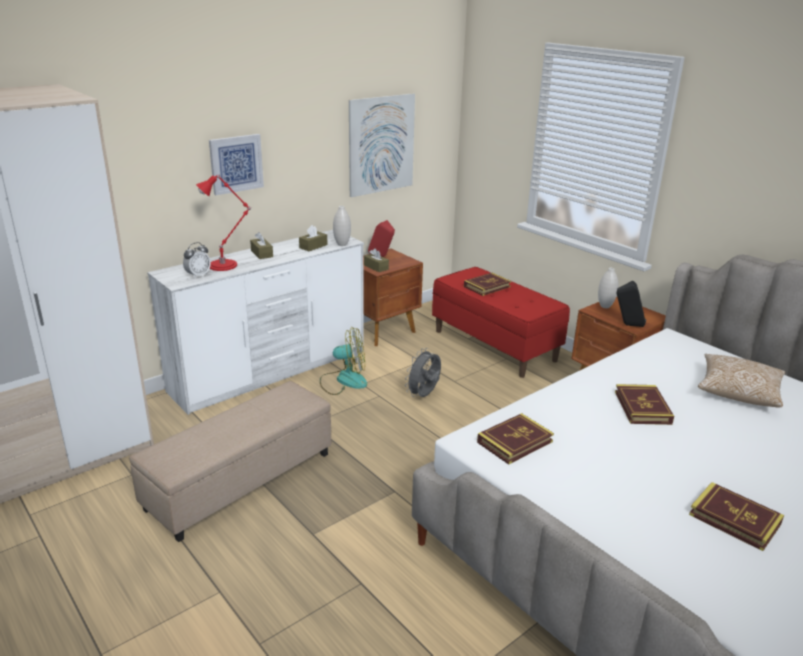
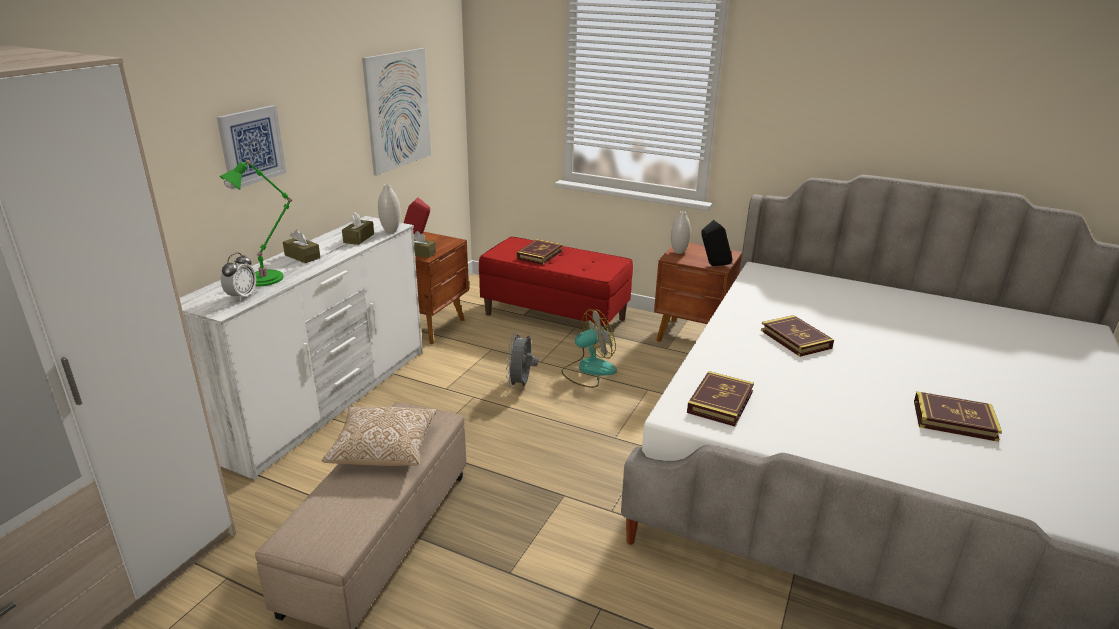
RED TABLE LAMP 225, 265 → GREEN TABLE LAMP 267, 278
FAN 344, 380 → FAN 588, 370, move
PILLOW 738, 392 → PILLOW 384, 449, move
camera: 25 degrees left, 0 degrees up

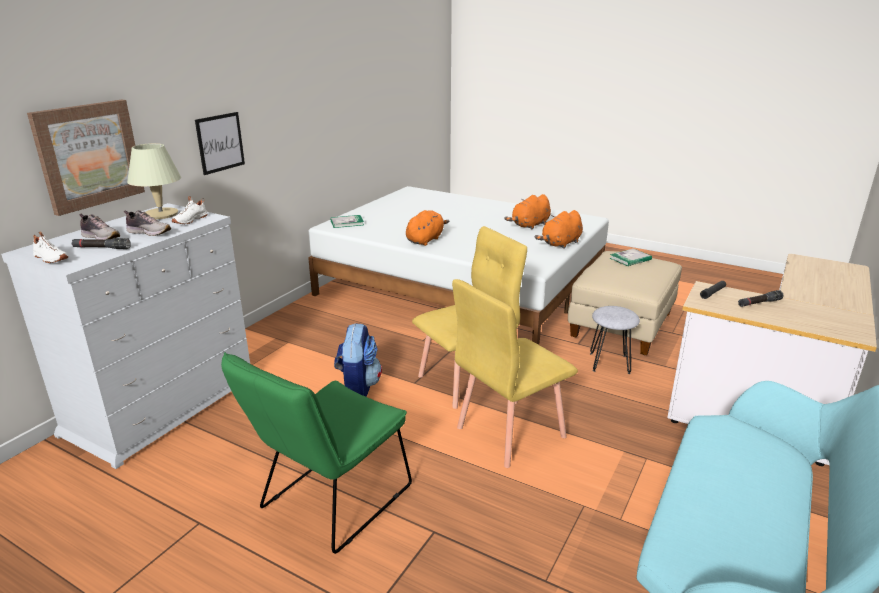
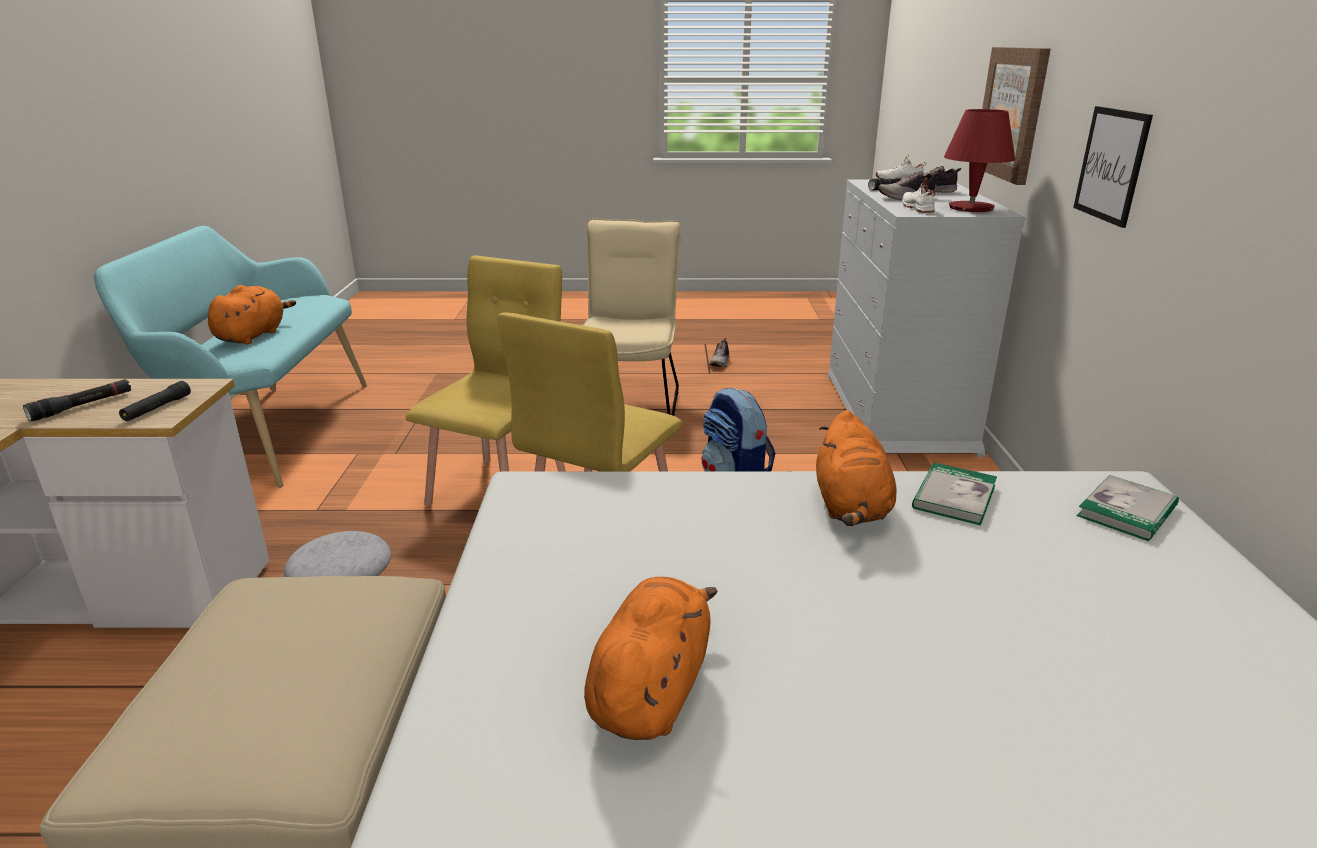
BEIGE TABLE LAMP 161, 214 → RED TABLE LAMP 971, 208
ORANGE PLUSH TOY 560, 244 → ORANGE PLUSH TOY 253, 335, move
BOOK 630, 259 → BOOK 954, 496, move
GREEN CHAIR 329, 502 → BEIGE CHAIR 630, 401
- → SHOE 720, 362
camera: 150 degrees right, 0 degrees up

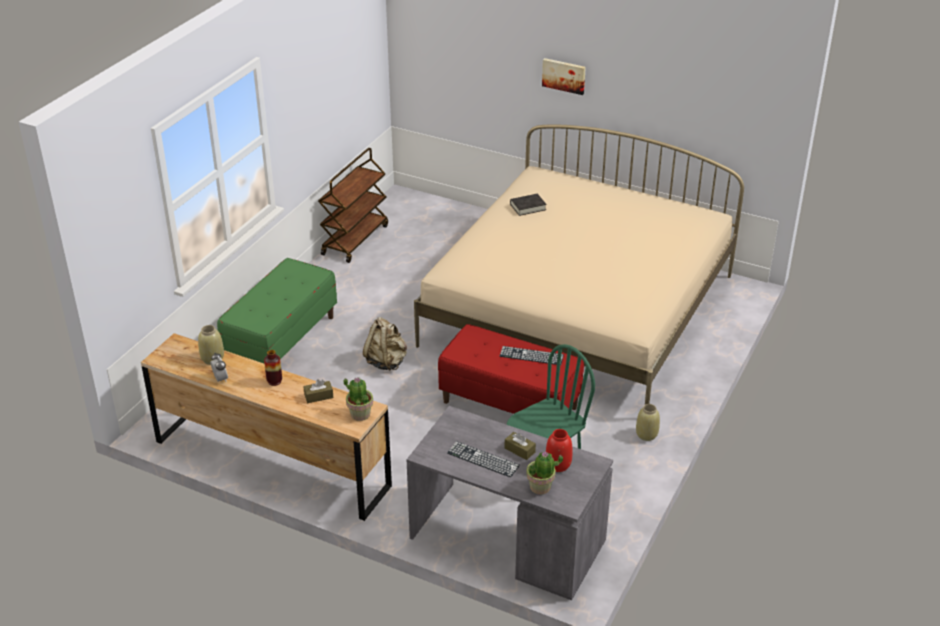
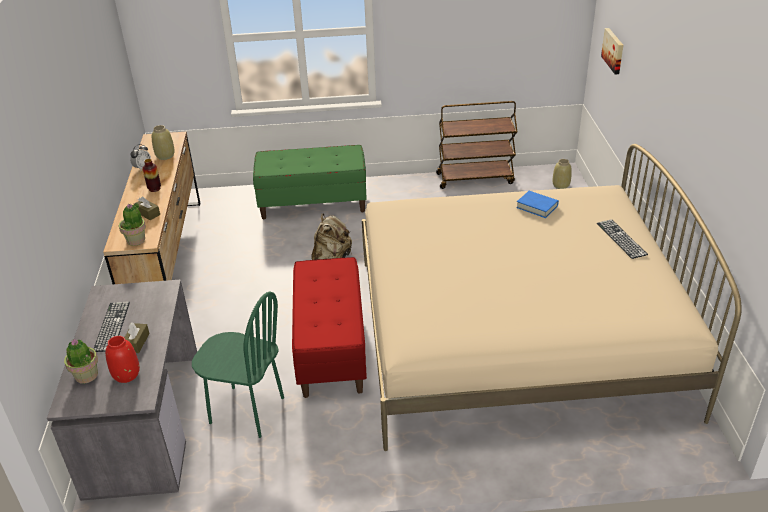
PICTURE 564, 75 → PICTURE 614, 50, move
BLACK BOOK 528, 207 → BLUE BOOK 537, 207
KEYBOARD 531, 356 → KEYBOARD 621, 239, move
BEIGE VASE 647, 435 → BEIGE VASE 561, 185, move
camera: 60 degrees right, 0 degrees up

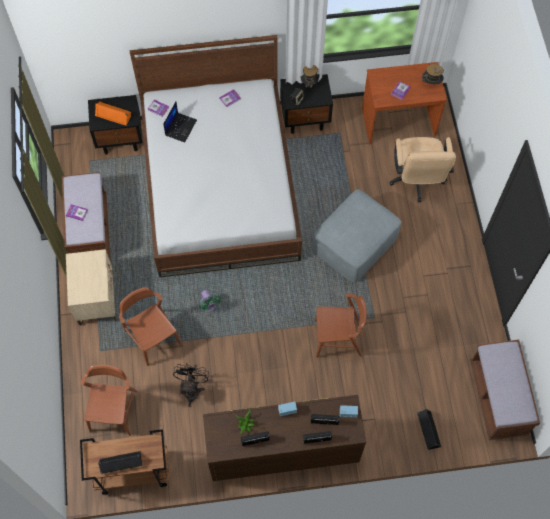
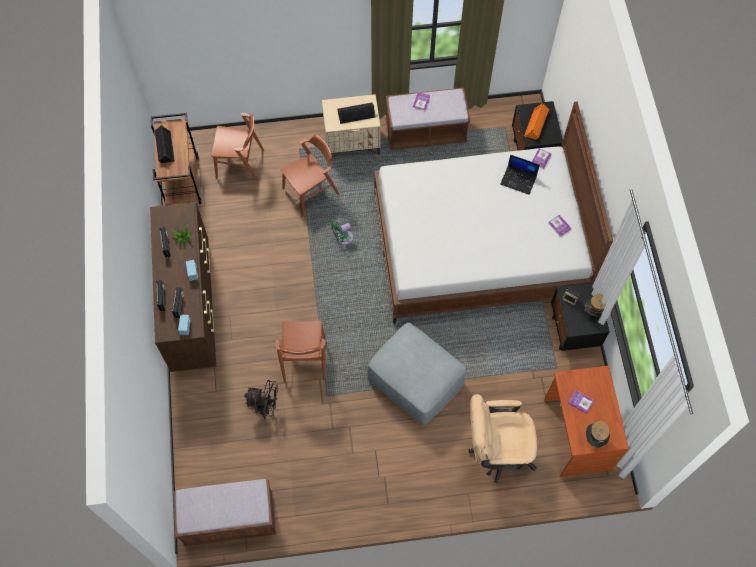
BLACK FAN 192, 389 → BLACK FAN 265, 407, move
BLACK SPEAKER 428, 430 → BLACK SPEAKER 356, 114, move
camera: 90 degrees right, 0 degrees up

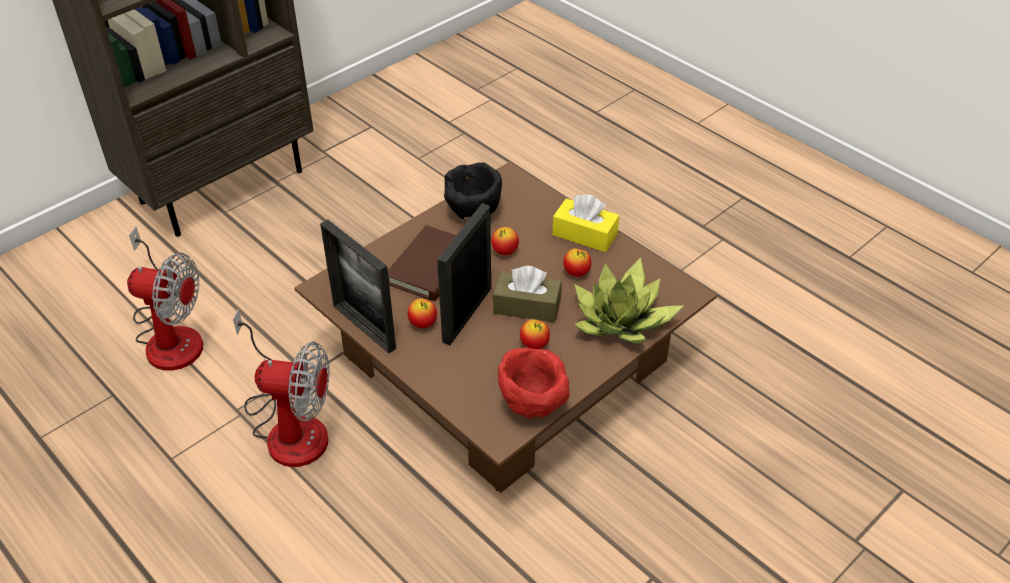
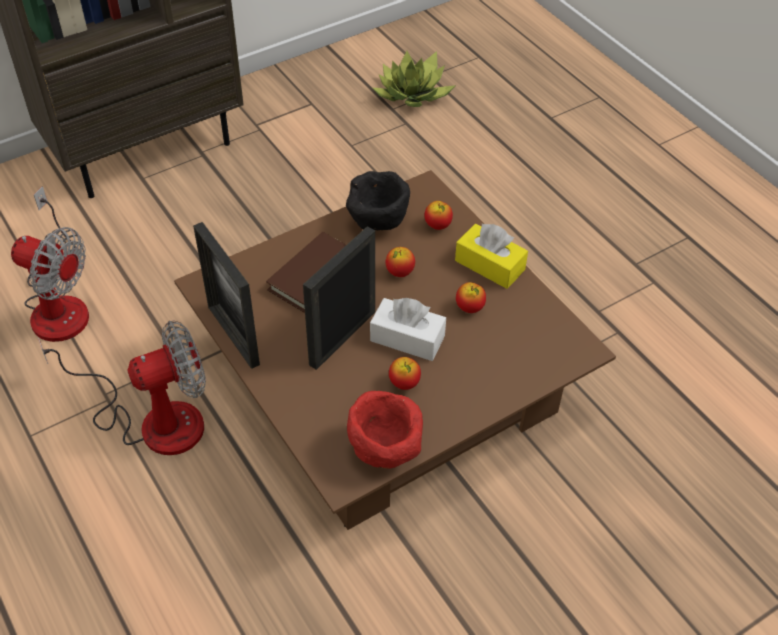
POTTED PLANT 622, 320 → POTTED PLANT 413, 94, move
BROWN TISSUE BOX 527, 306 → WHITE TISSUE BOX 407, 338
APPLE 423, 324 → APPLE 438, 226, move
FAN 289, 425 → FAN 153, 420, 45 degrees counterclockwise
camera: 10 degrees right, 5 degrees up

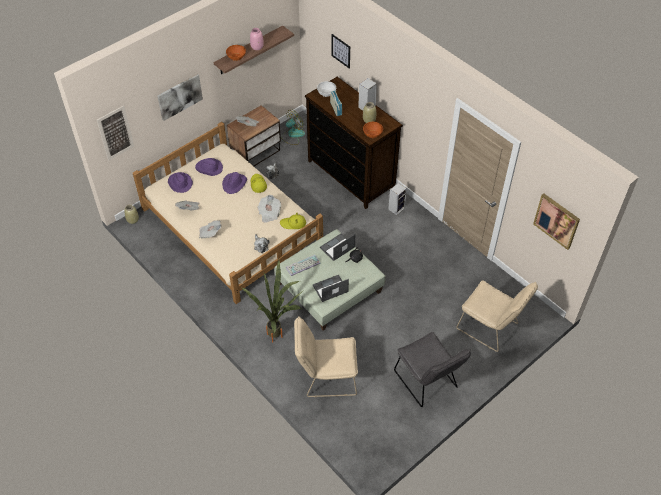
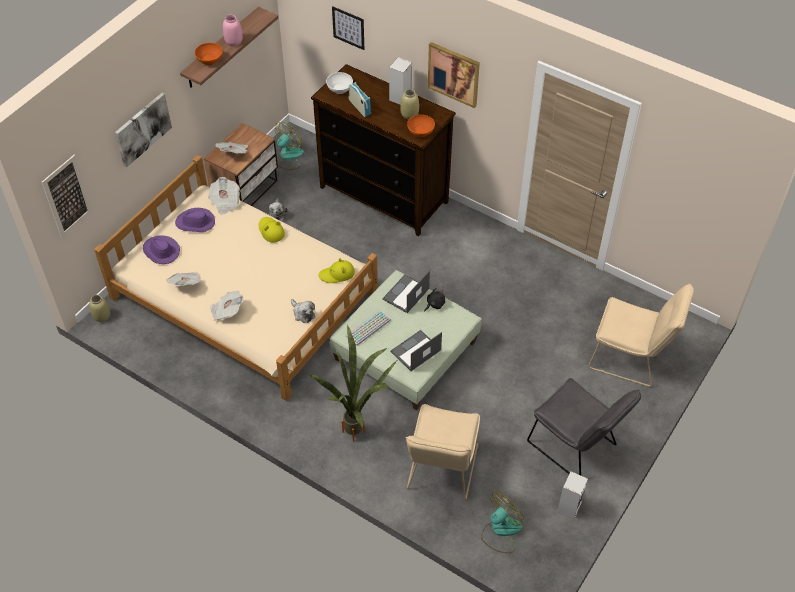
PURPLE HAT 234, 184 → -
SPEAKER 396, 208 → SPEAKER 569, 505, move
PICTURE 556, 220 → PICTURE 454, 74, move
NEWSPAPER 269, 213 → NEWSPAPER 225, 202, move
BEIGE CHAIR 326, 377 → BEIGE CHAIR 441, 471, 60 degrees counterclockwise
- → FAN 501, 531
camera: 15 degrees left, 0 degrees up

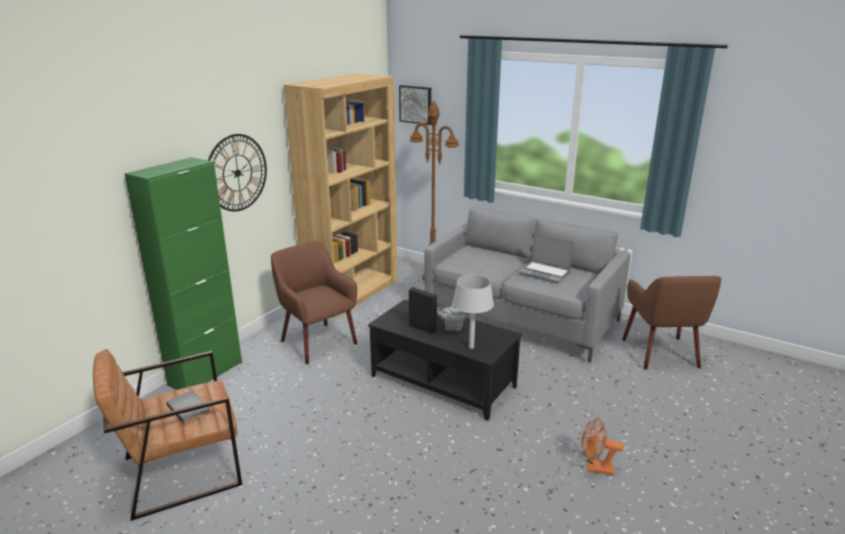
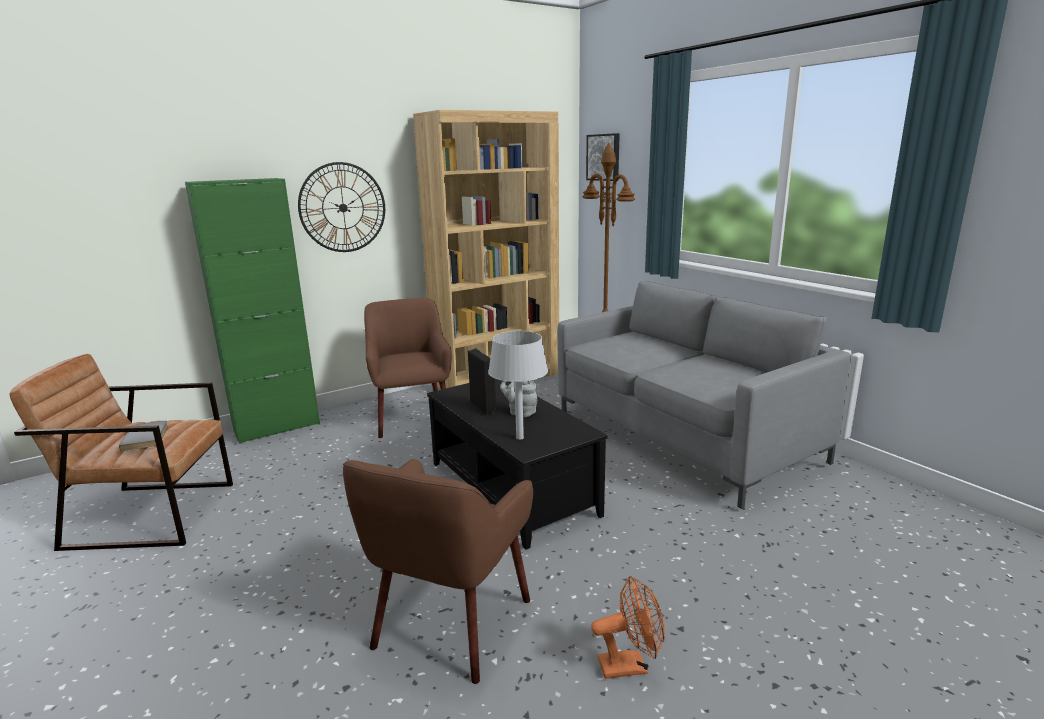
LAPTOP 545, 273 → -
BROWN ARMCHAIR 661, 353 → BROWN ARMCHAIR 450, 623, move
ORANGE FAN 595, 468 → ORANGE FAN 630, 665, 135 degrees clockwise
camera: 25 degrees right, 5 degrees down

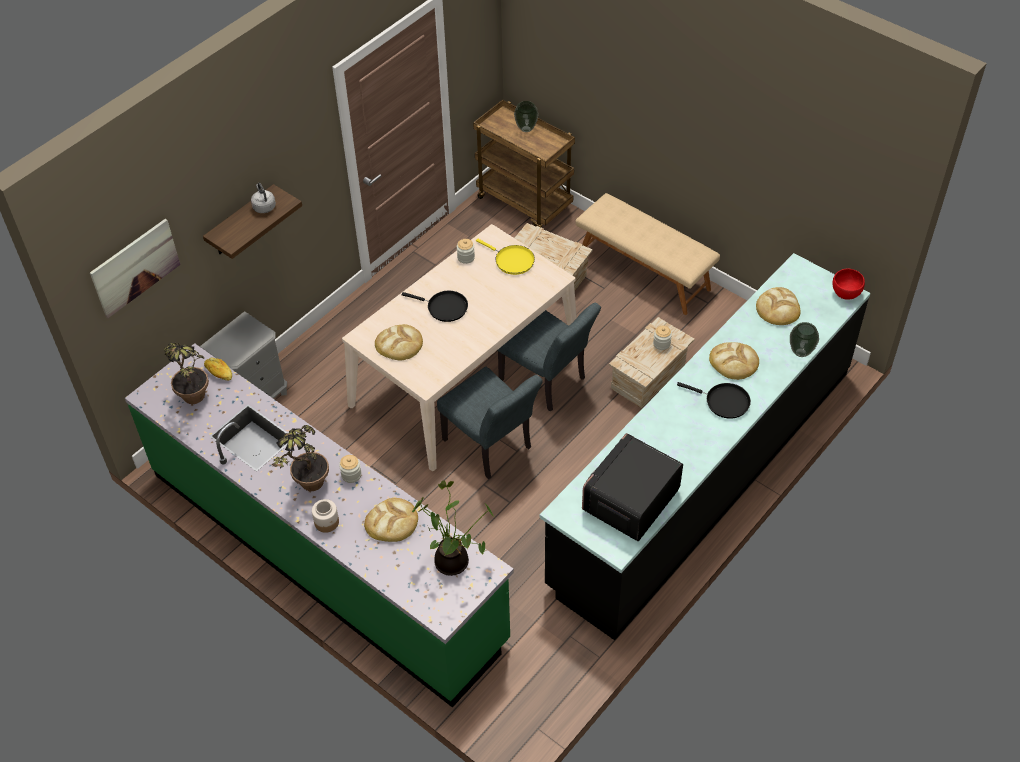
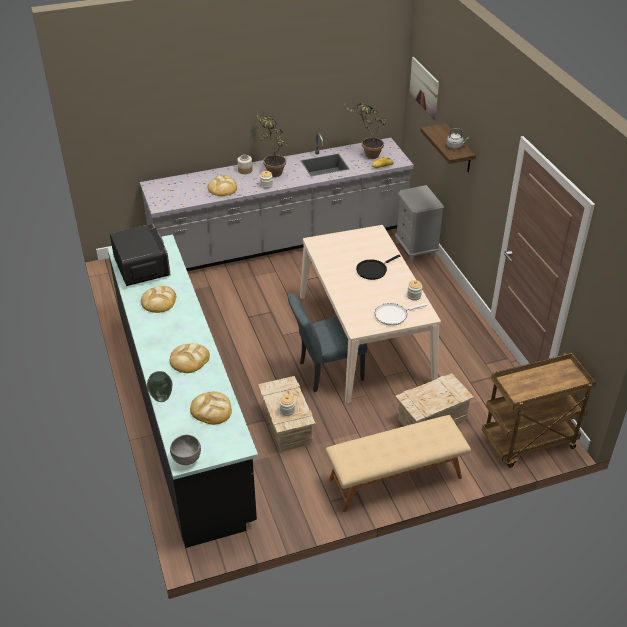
VASE 526, 129 → -
YELLOW FRYING PAN 512, 260 → WHITE FRYING PAN 393, 315
RED BOWL 845, 294 → GREY BOWL 186, 459
BREAD 399, 344 → BREAD 159, 301, move
GREEN COUNTER 326, 554 → GREY COUNTER 280, 242
GREY CHAIR 491, 448 → -
BLACK FRYING PAN 724, 402 → -
POTTED PLANT 454, 560 → -
camera: 120 degrees right, 10 degrees down

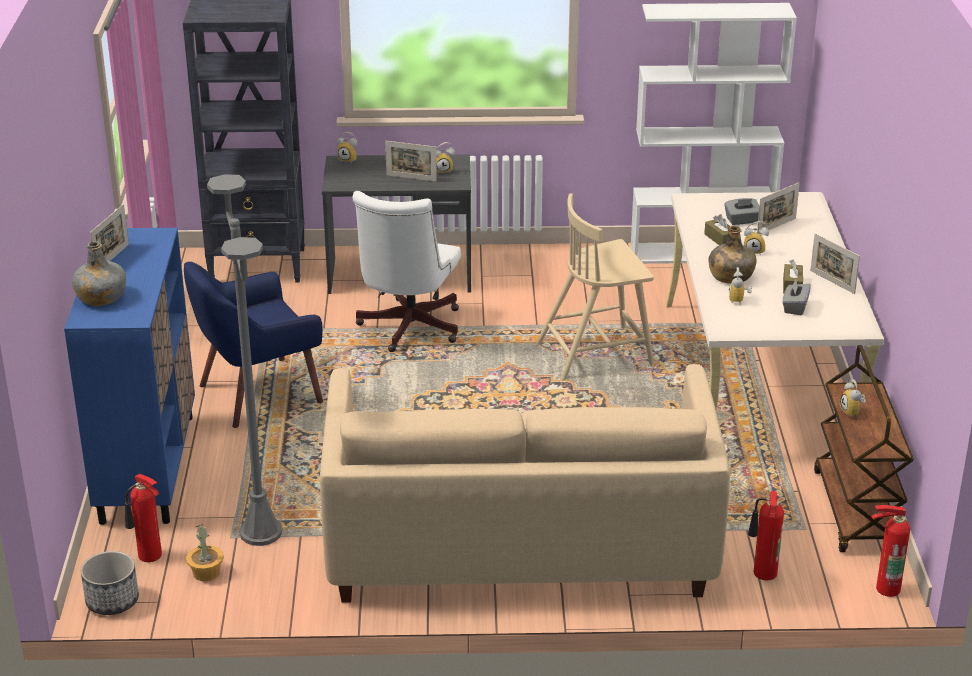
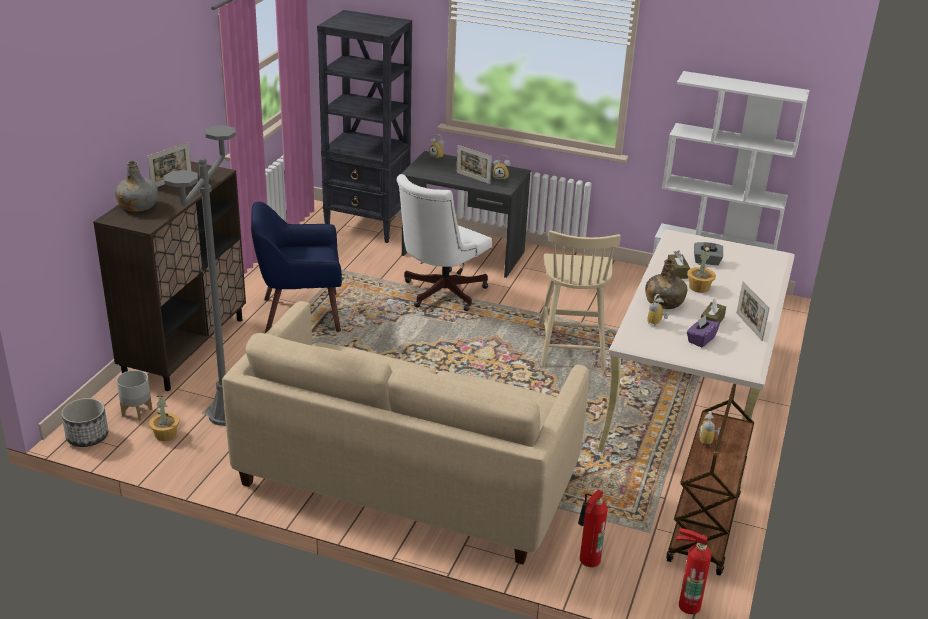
PICTURE FRAME 776, 226 → -
BEIGE CHAIR 596, 353 → BEIGE CHAIR 571, 345, 90 degrees counterclockwise
ALARM CLOCK 754, 251 → POTTED PLANT 699, 287
BLUE CABINET 147, 467 → BROWN CABINET 185, 347
GREY TISSUE BOX 795, 307 → PURPLE TISSUE BOX 700, 340
FIRE EXTINGUISHER 149, 557 → GREY PLANTER 136, 412
camera: 20 degrees right, 0 degrees up

